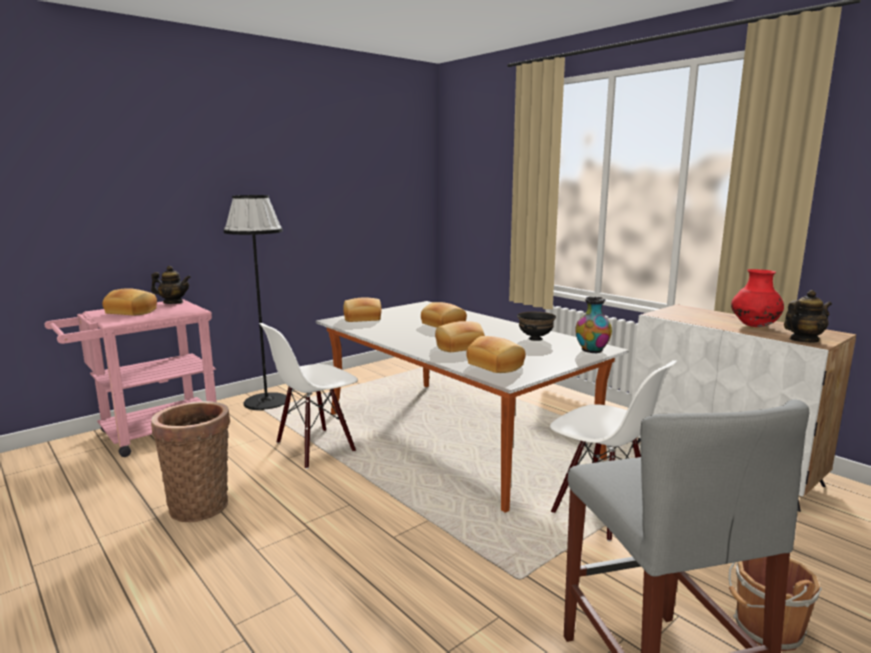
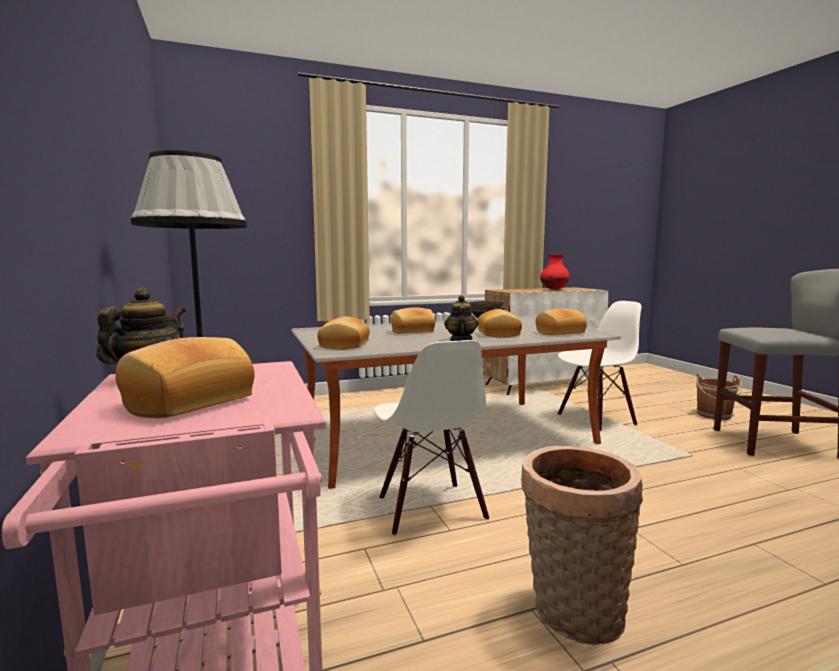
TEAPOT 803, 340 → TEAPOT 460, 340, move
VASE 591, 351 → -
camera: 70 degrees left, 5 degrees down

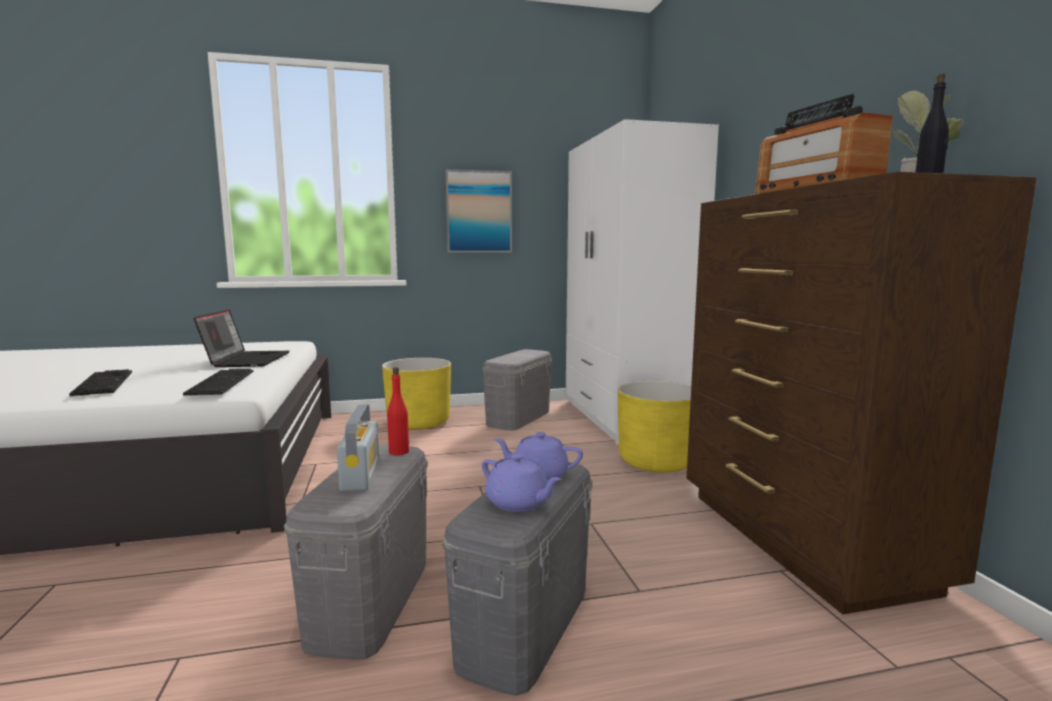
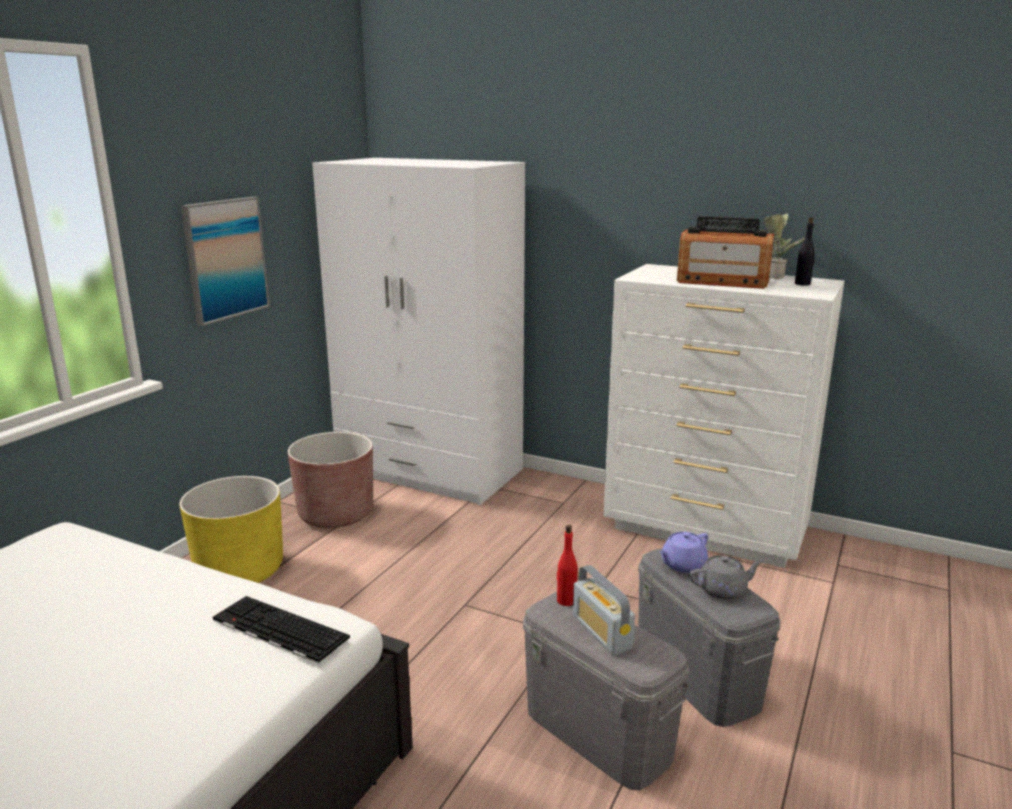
BROWN DRESSER 800, 539 → WHITE DRESSER 706, 530
LAPTOP 246, 360 → -
GREY STORAGE BOX 518, 418 → BROWN PLANTER 335, 514
KEYBOARD 102, 383 → -
YELLOW PLANTER 656, 461 → -
RADIO 360, 474 → RADIO 601, 632, 150 degrees counterclockwise
PURPLE TEAPOT 518, 503 → GREY TEAPOT 723, 590
camera: 50 degrees left, 10 degrees up

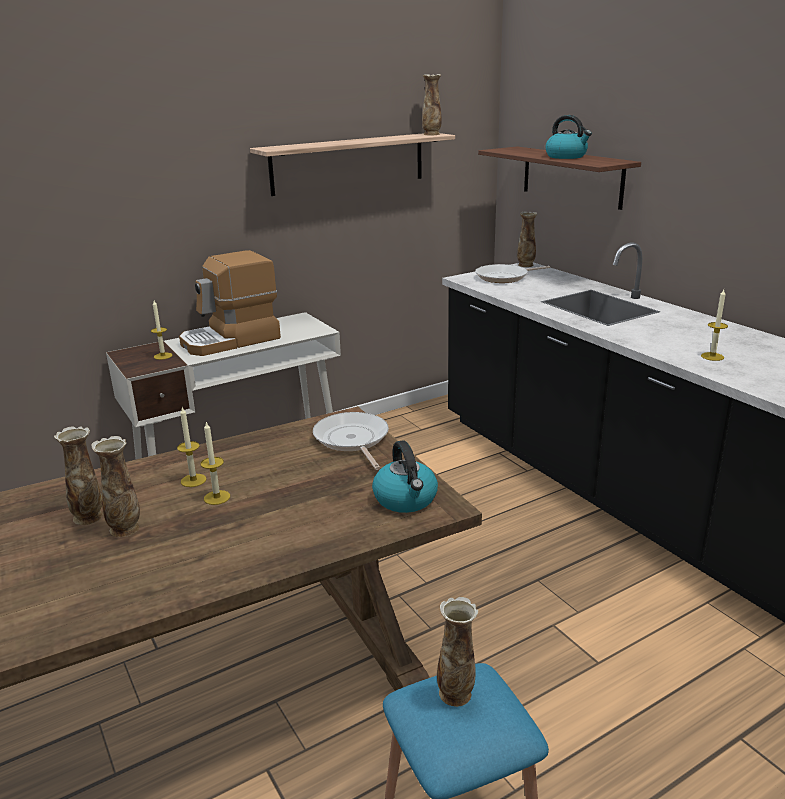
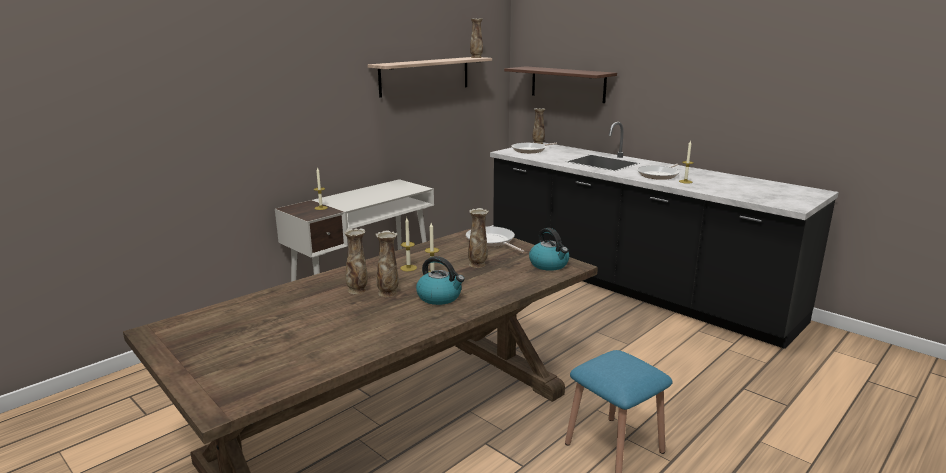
KETTLE 566, 156 → KETTLE 440, 297, move
COFFEE MACHINE 231, 340 → -
VASE 456, 694 → VASE 478, 264, move
- → FRYING PAN 659, 175
camera: 15 degrees left, 5 degrees down

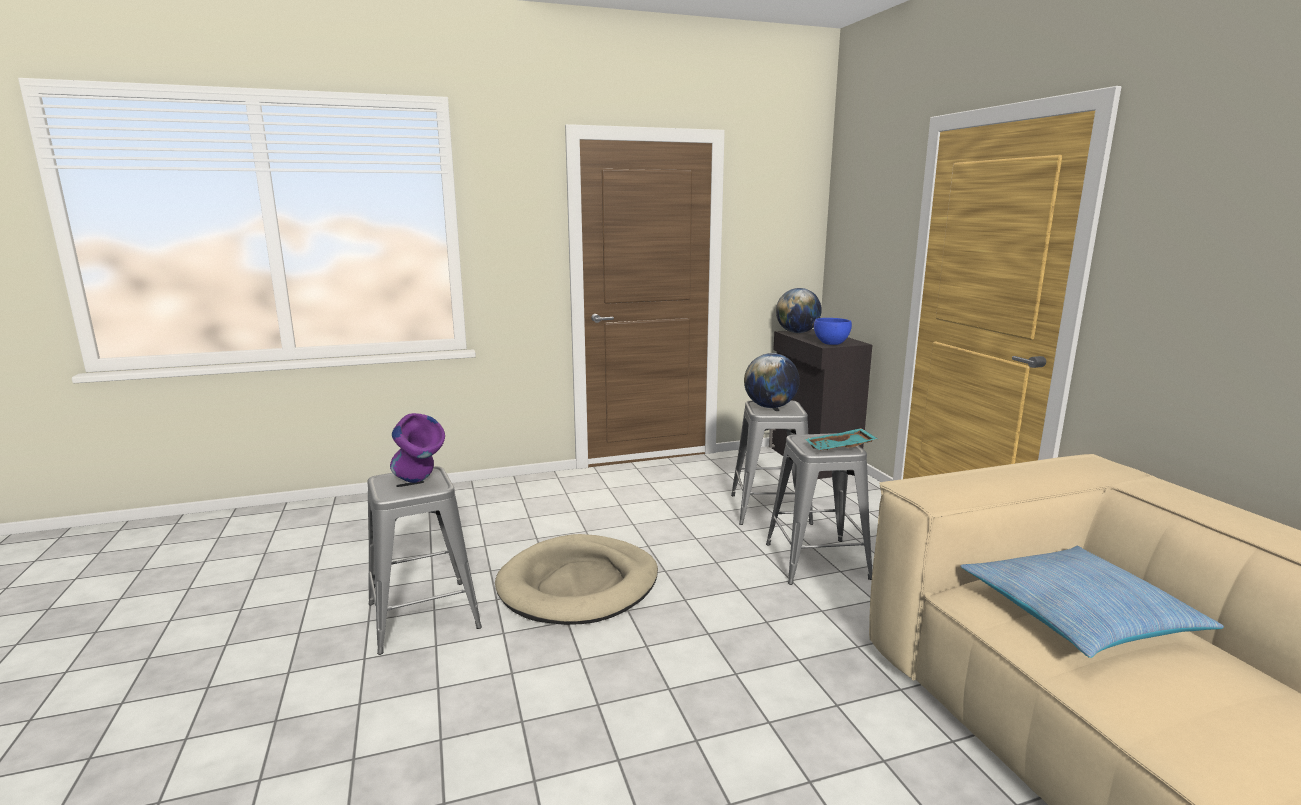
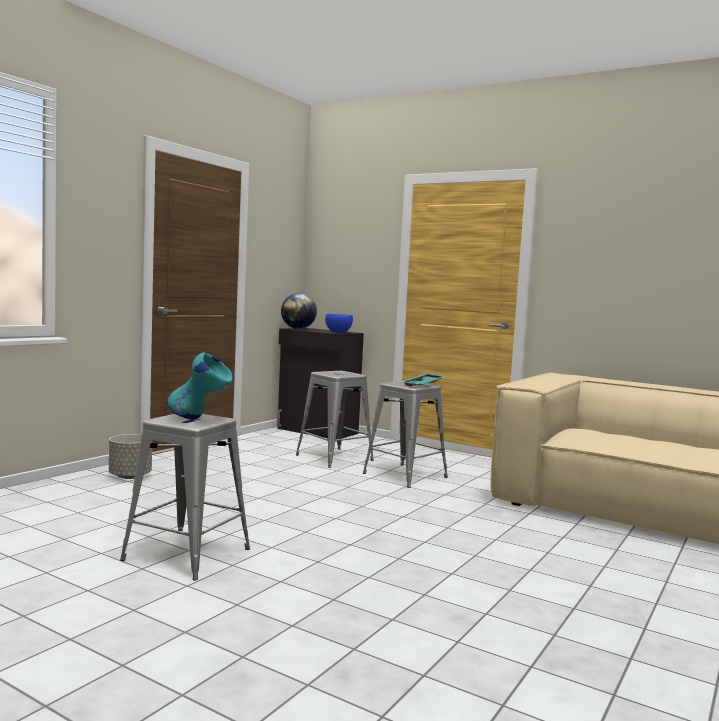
GLOBE 770, 407 → -
PURPLE VASE 419, 483 → TURQUOISE VASE 199, 420
BEIGE DOG BED 579, 585 → -
PILLOW 1077, 615 → -
- → GREY PLANTER 130, 476
camera: 40 degrees left, 10 degrees down

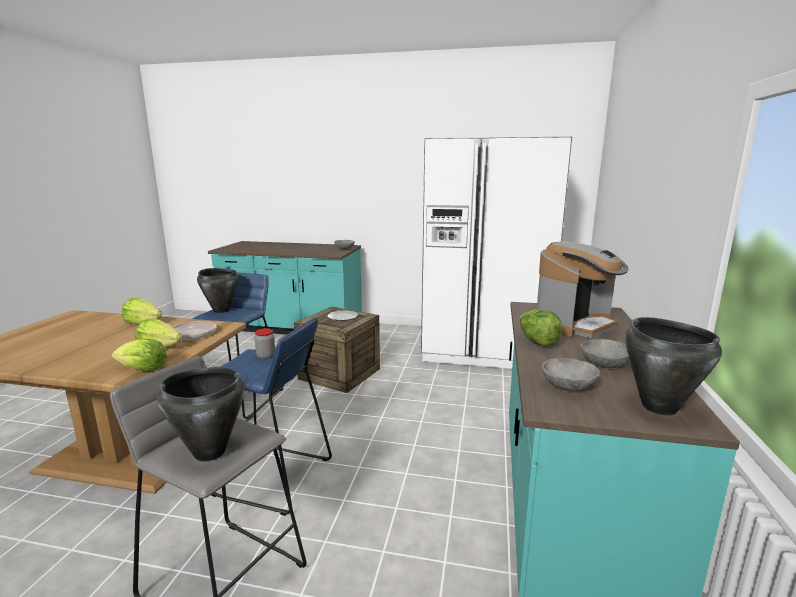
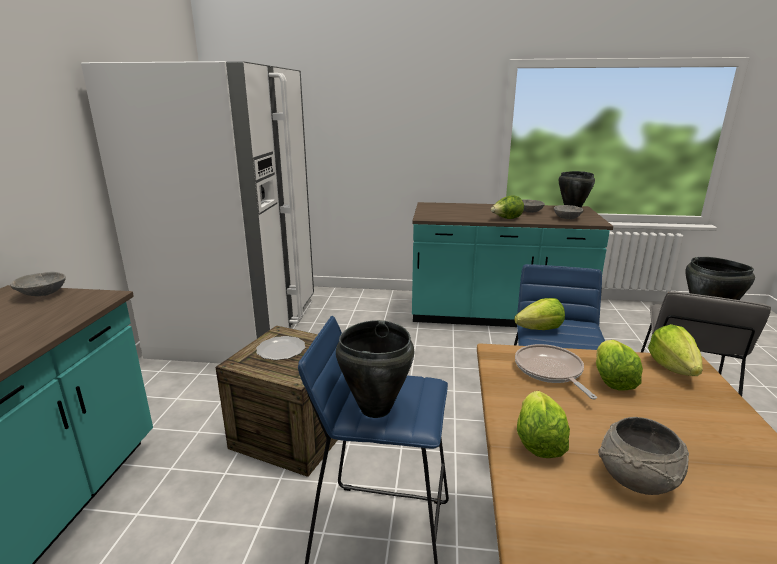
COFFEE MACHINE 575, 325 → -
JAR 266, 356 → LETTUCE 540, 329
- → GREY BOWL 638, 480
camera: 95 degrees left, 5 degrees up

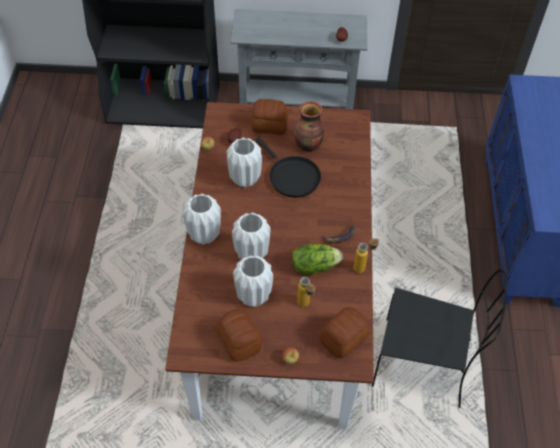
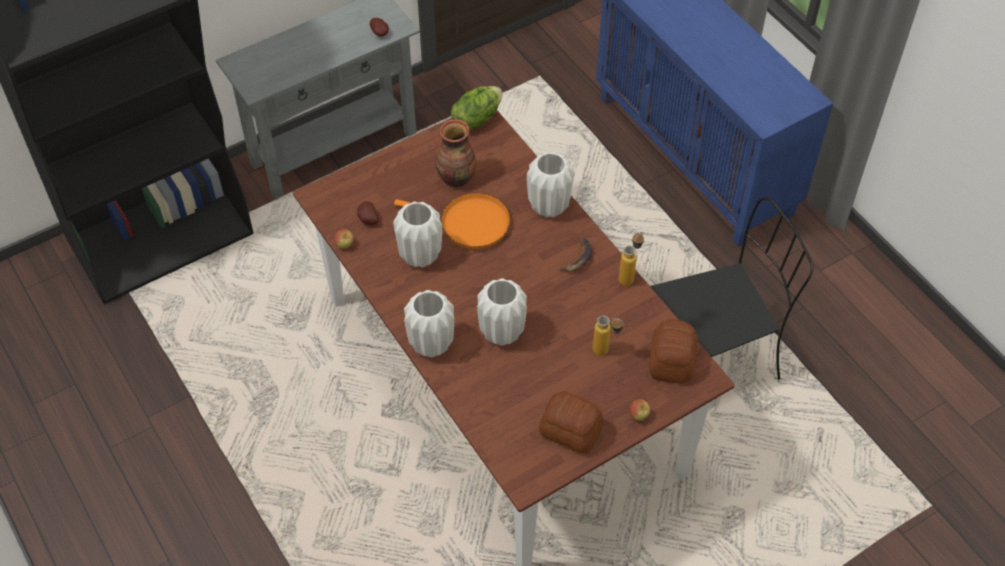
BREAD 269, 125 → -
BLACK FRYING PAN 292, 177 → ORANGE FRYING PAN 470, 223
LETTUCE 314, 266 → LETTUCE 476, 118, move
WHITE VASE 254, 296 → WHITE VASE 549, 206, move
camera: 35 degrees left, 0 degrees up

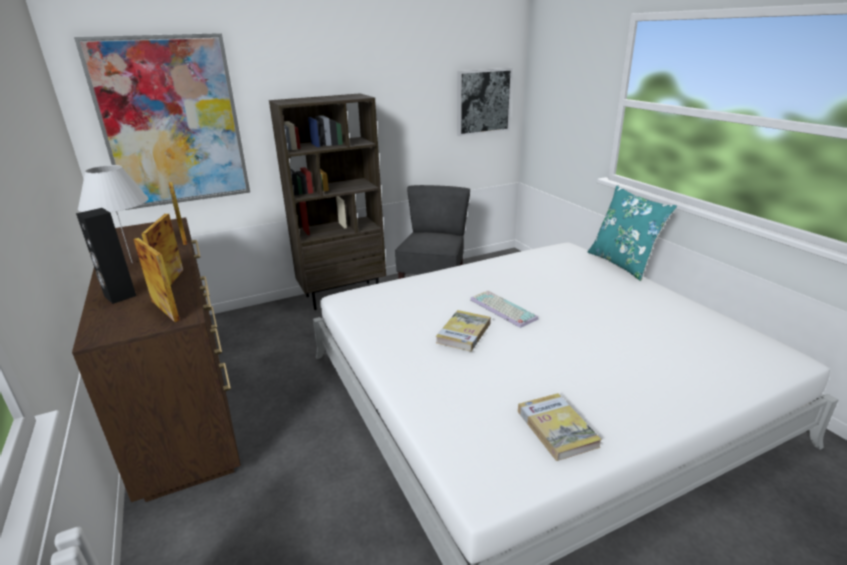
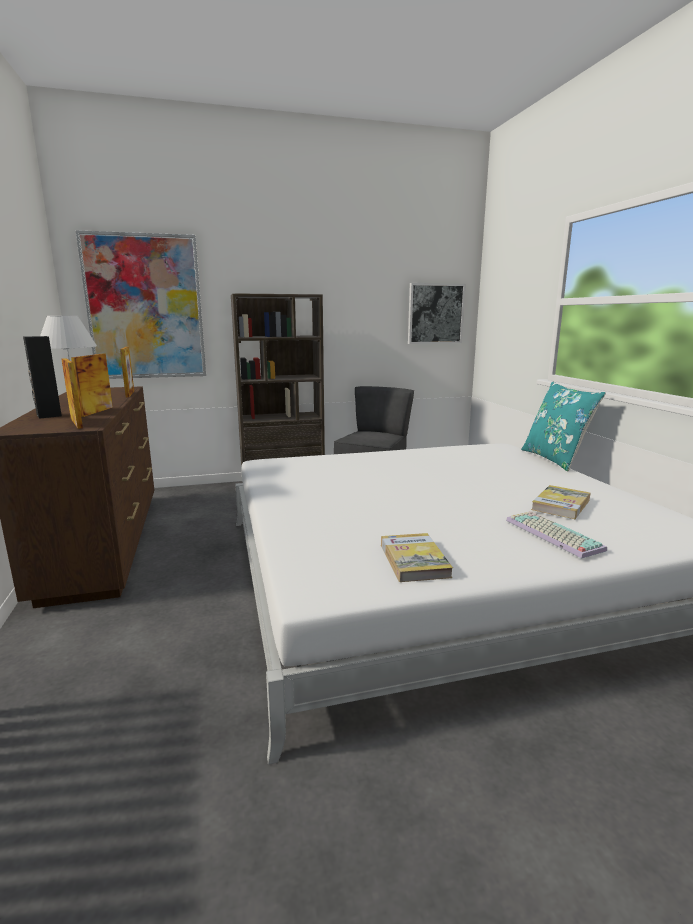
KEYBOARD 501, 309 → KEYBOARD 550, 534, move
BOOK 464, 333 → BOOK 561, 505, move
camera: 10 degrees right, 10 degrees down

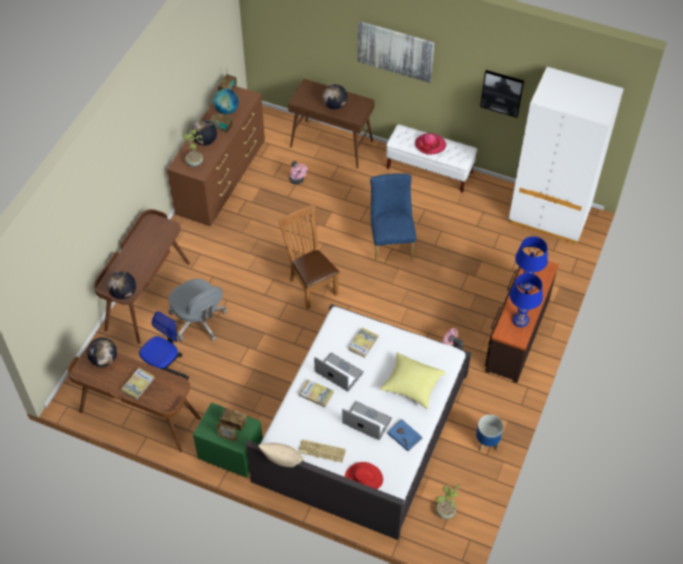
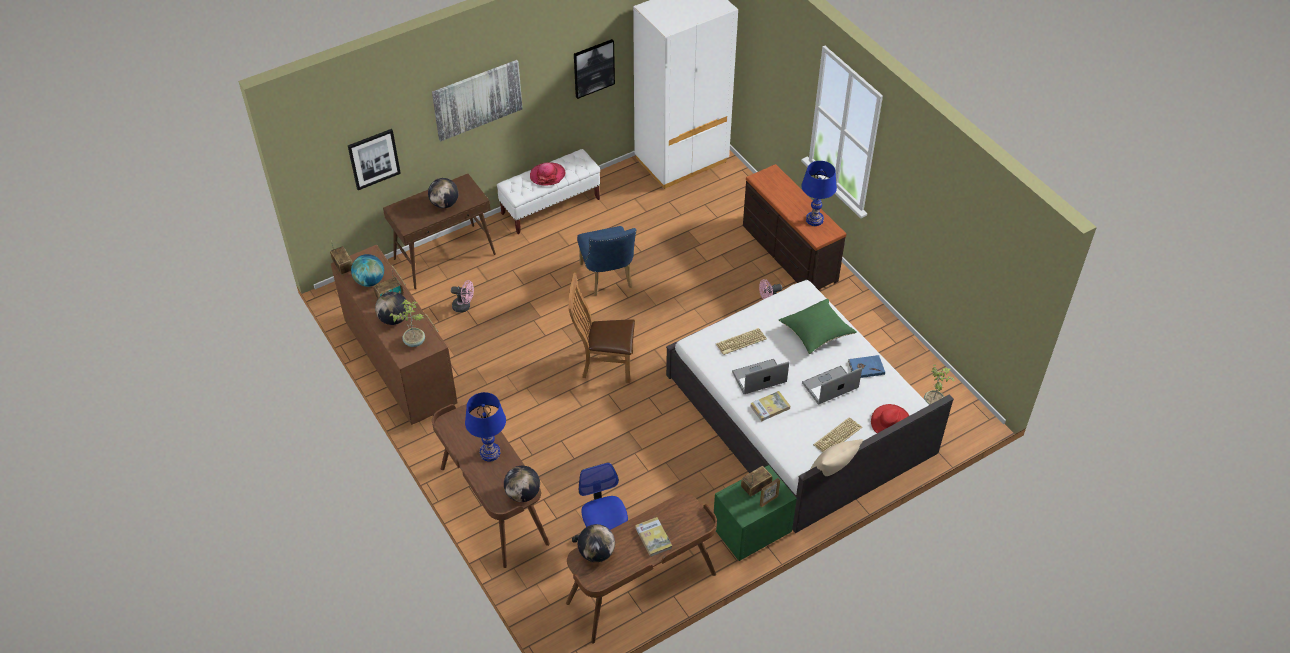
BLUE CHAIR 391, 242 → BLUE CHAIR 607, 279, 135 degrees counterclockwise
BLUE TABLE LAMP 525, 284 → BLUE TABLE LAMP 490, 453, move
GREY OFFICE CHAIR 198, 321 → -
BOOK 363, 343 → KEYBOARD 741, 342
YELLOW PILLOW 411, 386 → GREEN PILLOW 816, 334
PLANTER 487, 443 → -
- → PICTURE 374, 159
camera: 55 degrees left, 5 degrees down

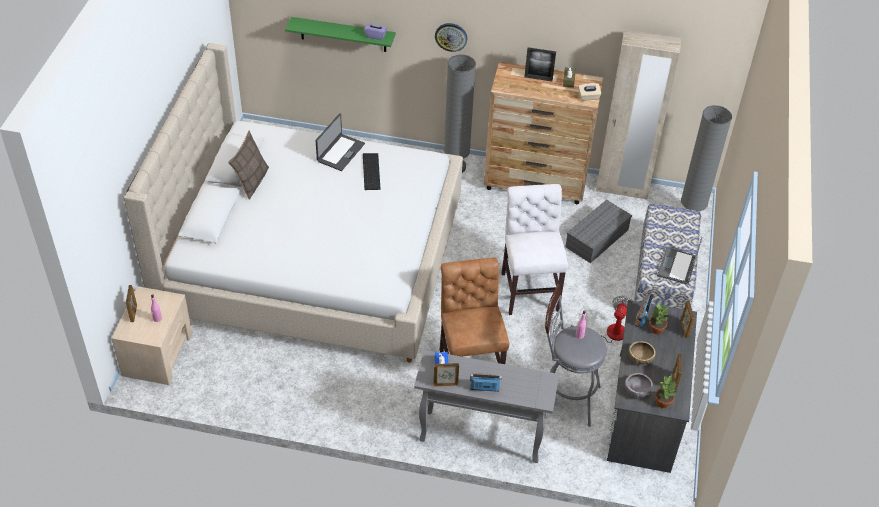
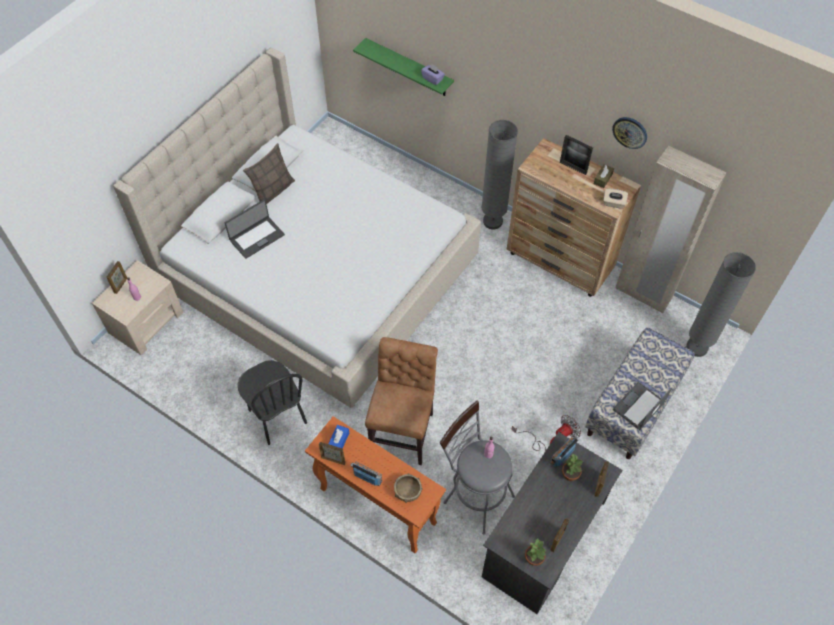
WALL CLOCK 451, 36 → WALL CLOCK 630, 132, move
LAPTOP 340, 152 → LAPTOP 256, 237, move
KEYBOARD 370, 171 → -
WHITE CHAIR 529, 289 → -
GREY STORAGE BOX 597, 237 → -
BROWN BOWL 640, 358 → BROWN BOWL 407, 491, move
GREY CONSOLE TABLE 480, 436 → ORANGE CONSOLE TABLE 377, 505
GREY BOWL 637, 390 → -
- → BLACK CHAIR 277, 417
camera: 25 degrees right, 10 degrees up

